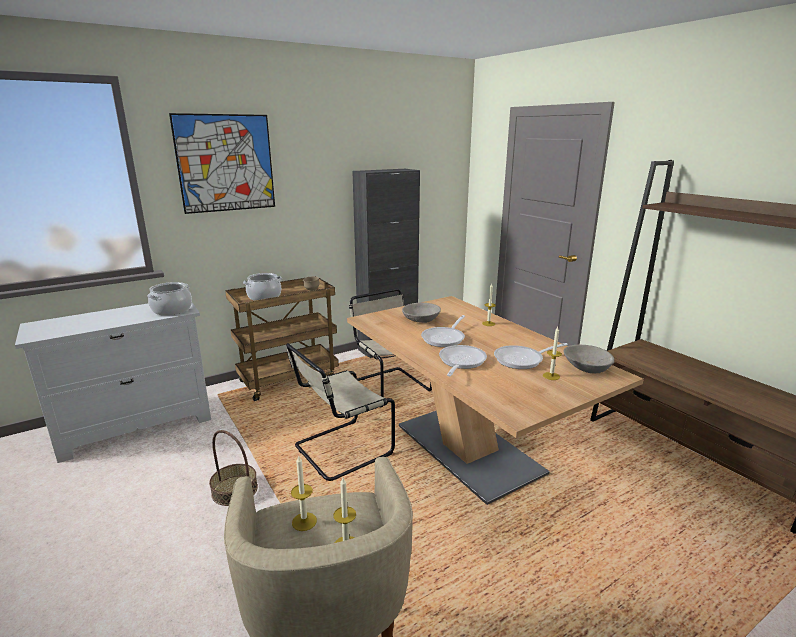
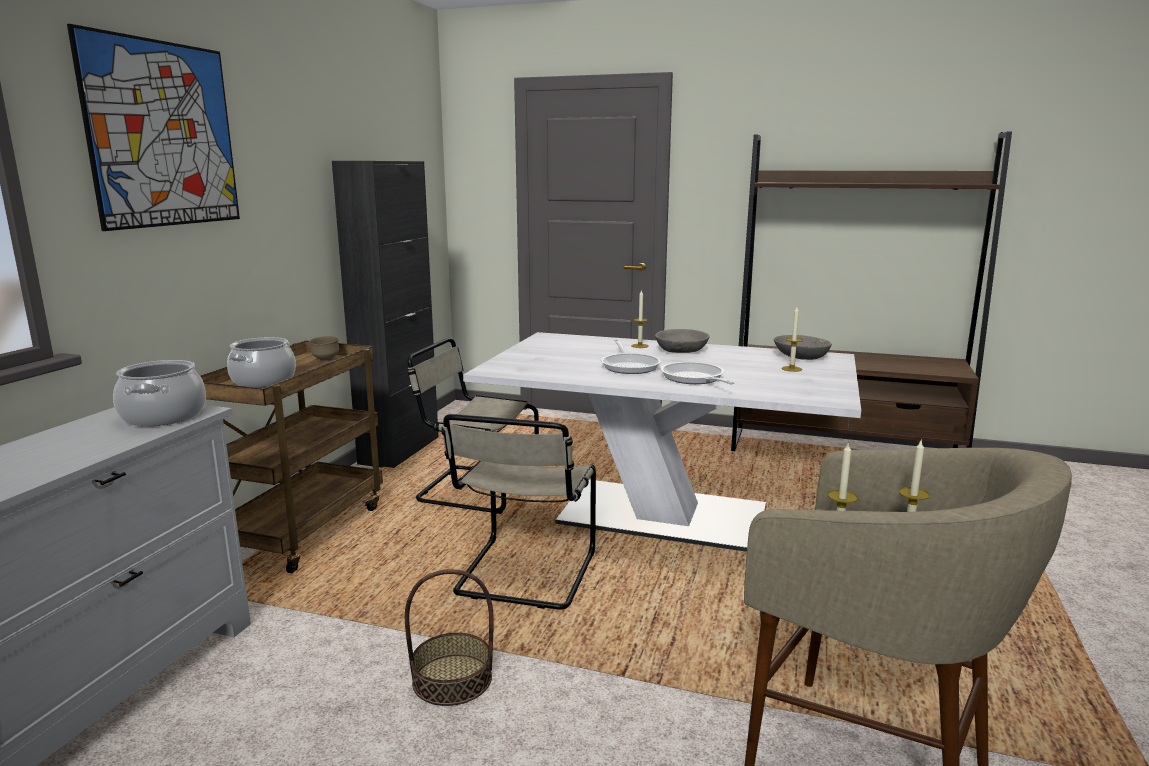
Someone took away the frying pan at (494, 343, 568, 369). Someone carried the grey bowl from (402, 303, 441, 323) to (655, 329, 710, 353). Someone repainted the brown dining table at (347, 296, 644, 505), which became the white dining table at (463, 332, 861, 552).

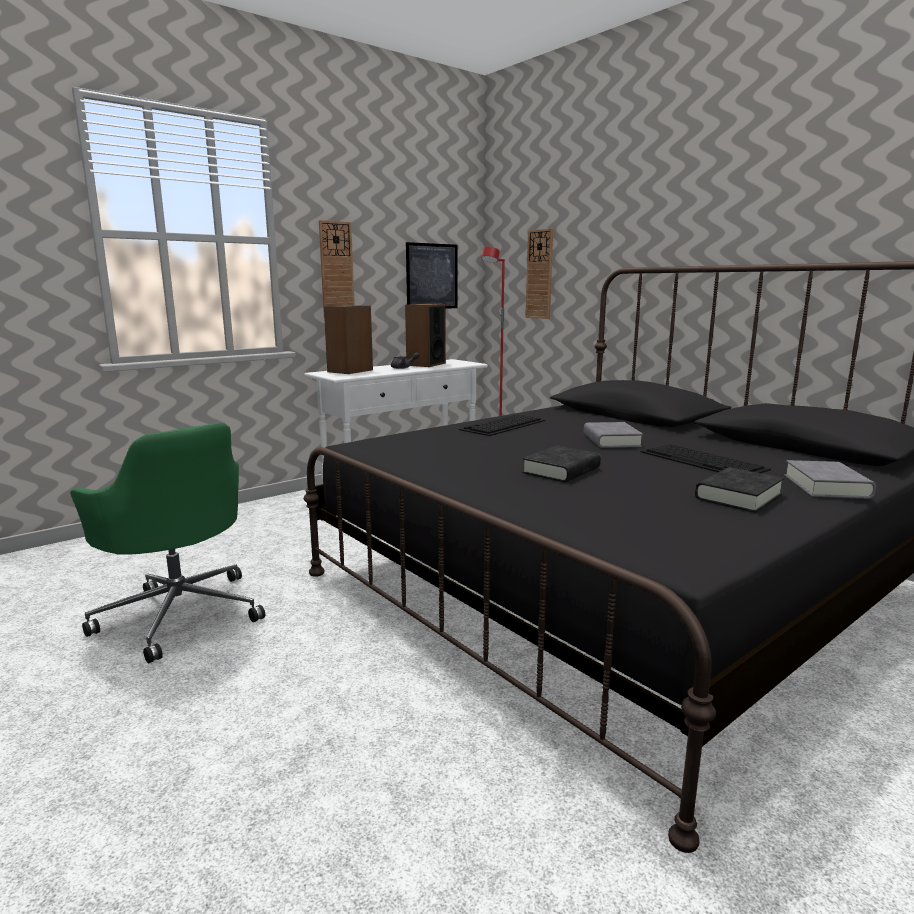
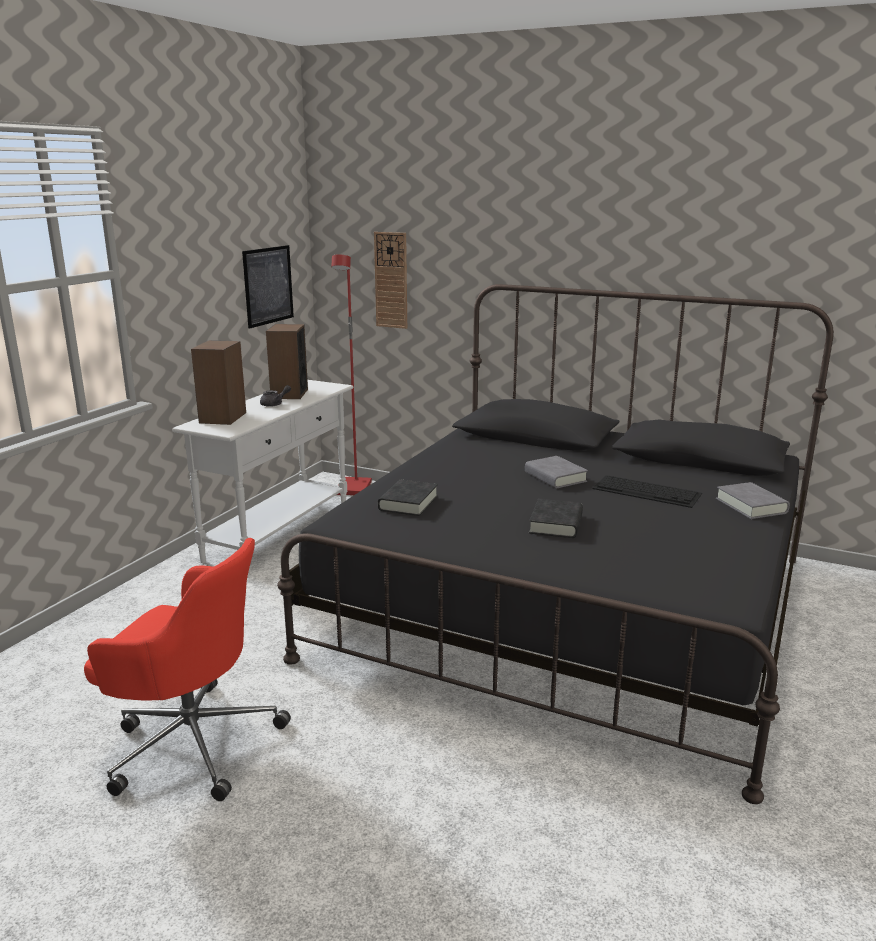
Someone took away the wall clock at (319, 220, 355, 310). Someone took away the keyboard at (459, 414, 546, 436). Someone carried the black book from (695, 467, 784, 513) to (378, 480, 438, 516). Someone repainted the green office chair at (70, 423, 265, 663), which became the red office chair at (84, 538, 291, 801).

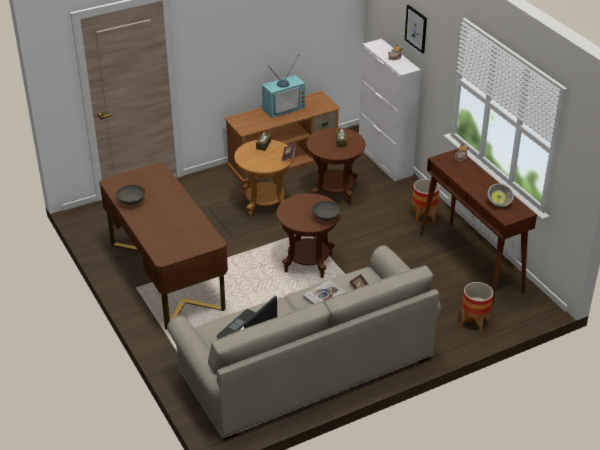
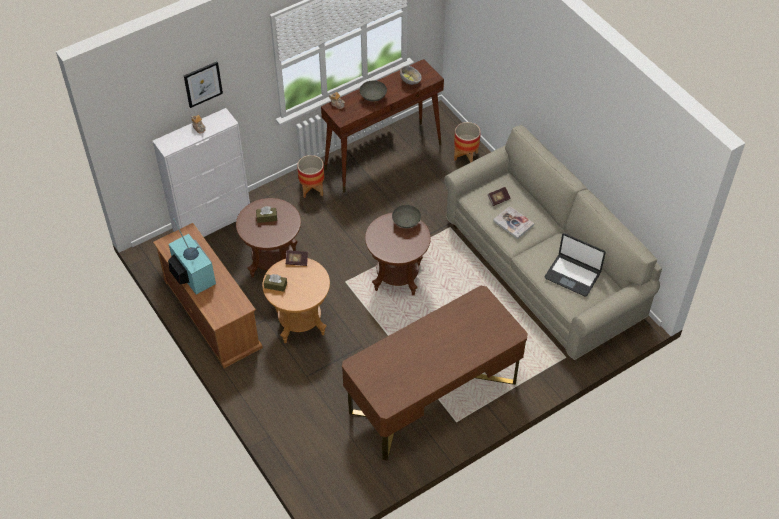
Someone carried the grey bowl from (116, 185, 145, 205) to (360, 81, 387, 102).

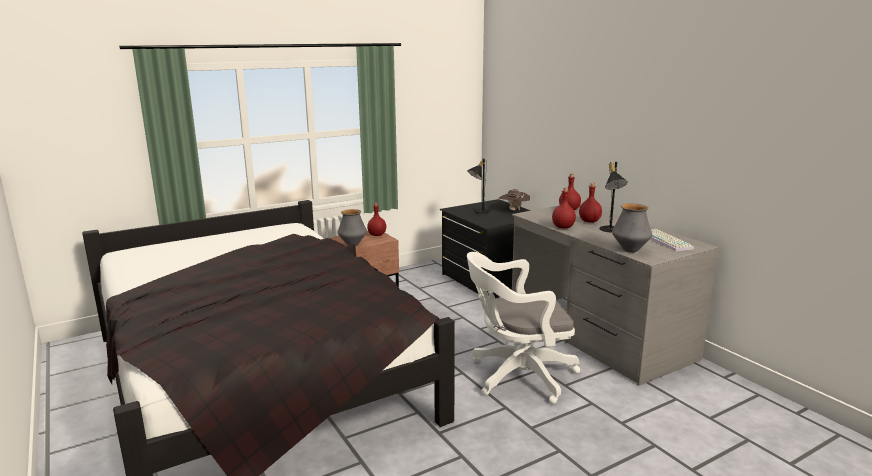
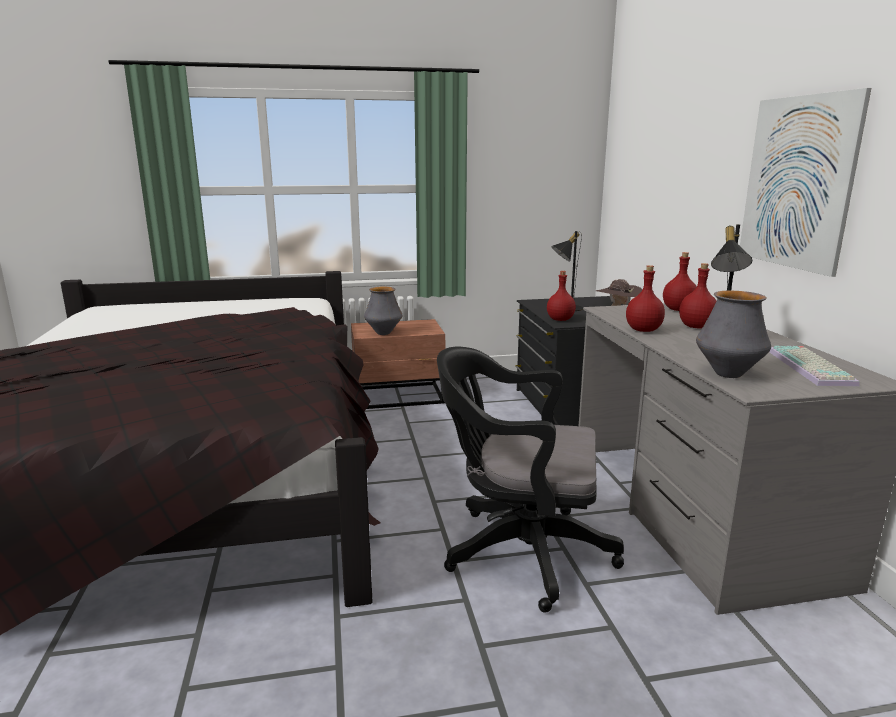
Someone put up the picture at (740, 88, 871, 277). Someone carried the red bottle from (367, 203, 386, 236) to (547, 271, 576, 321). Someone repainted the white office chair at (467, 252, 580, 404), which became the black office chair at (437, 347, 624, 613).

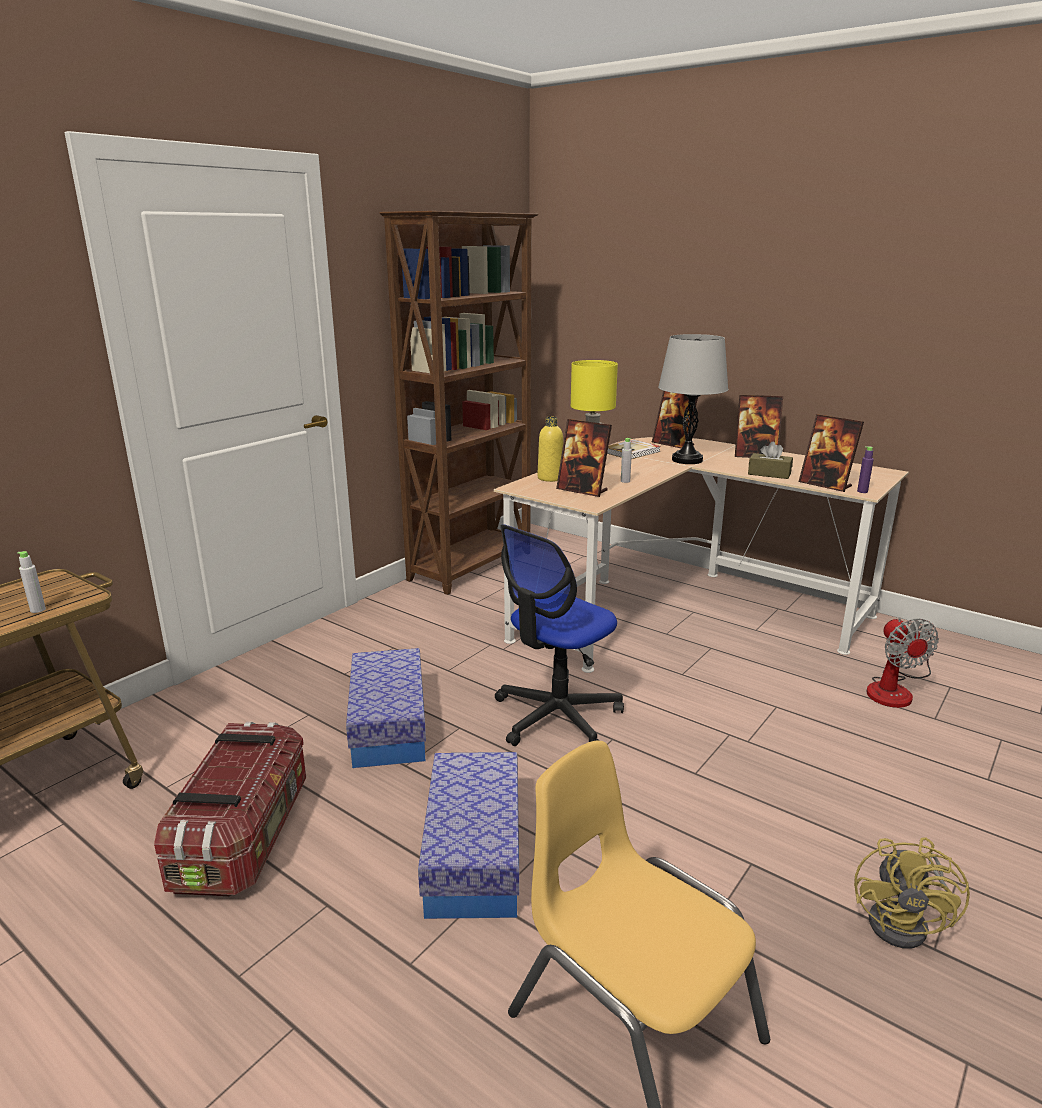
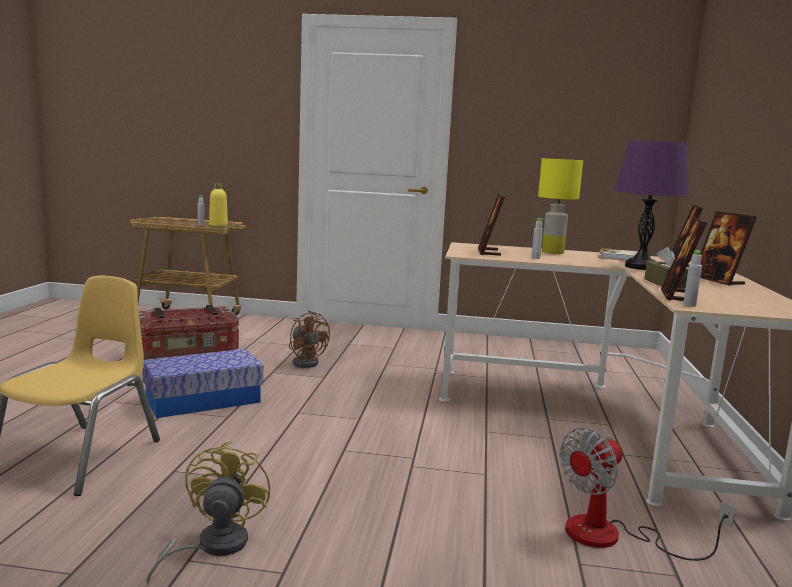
Someone took away the brown bookcase at (380, 211, 538, 595). Someone took away the office chair at (495, 524, 624, 746). Someone carried the yellow bottle from (538, 417, 563, 482) to (209, 183, 228, 227). Someone swapped the storage box at (346, 648, 426, 768) for the brown fan at (289, 310, 330, 368). Someone repainted the grey table lamp at (658, 334, 728, 464), which became the purple table lamp at (615, 141, 689, 270). Someone repainted the purple bottle at (857, 446, 874, 493), which became the grey bottle at (683, 250, 702, 307). Someone rotated the yellow fan at (854, 837, 970, 949) by 105 degrees clockwise.

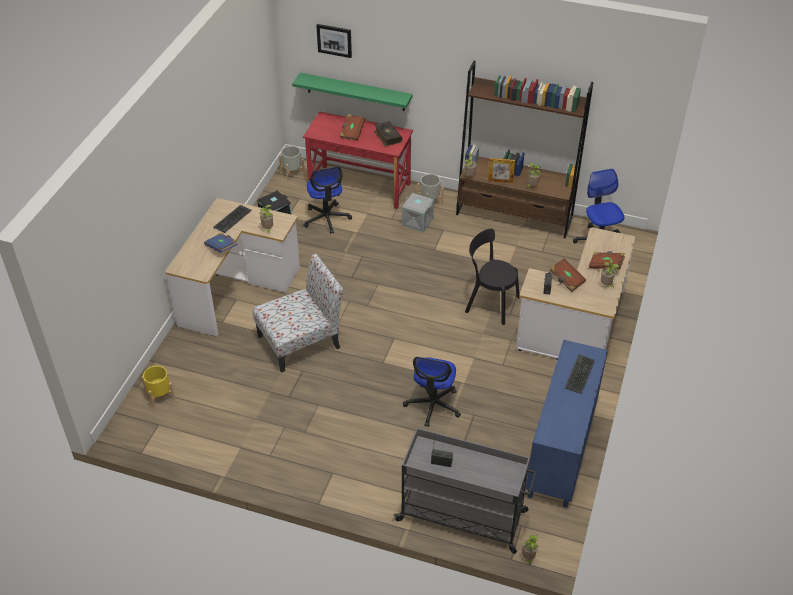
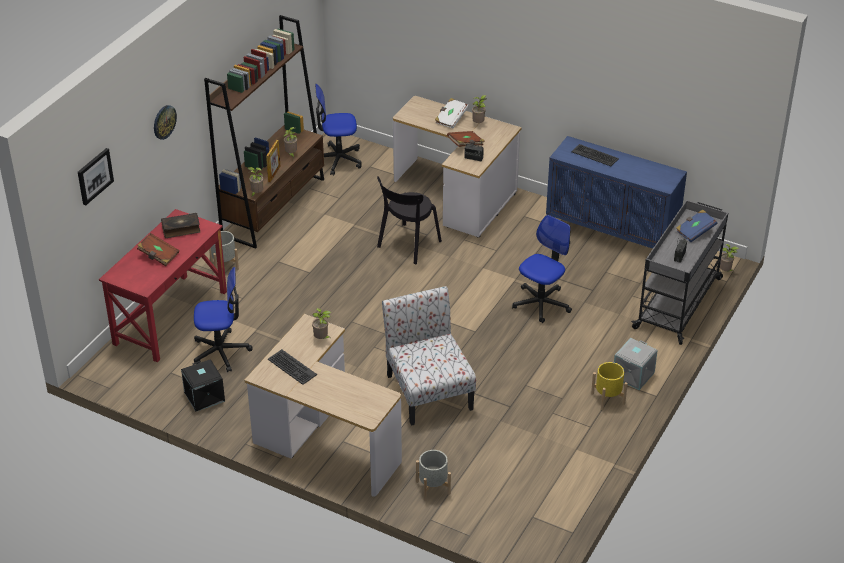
Someone took away the green shelf at (292, 73, 413, 111). Someone put up the wall clock at (154, 105, 177, 140). Someone carried the yellow planter from (141, 366, 175, 409) to (591, 362, 628, 410). Someone carried the blue book from (204, 233, 238, 253) to (676, 209, 718, 242). Someone carried the grey planter from (279, 146, 305, 181) to (416, 450, 451, 501). Someone carried the grey storage box from (402, 193, 434, 232) to (614, 338, 658, 390). Someone repainted the brown book at (589, 251, 625, 269), which became the white book at (435, 98, 469, 129). Someone rotated the office chair at (403, 357, 461, 427) by 75 degrees counterclockwise.

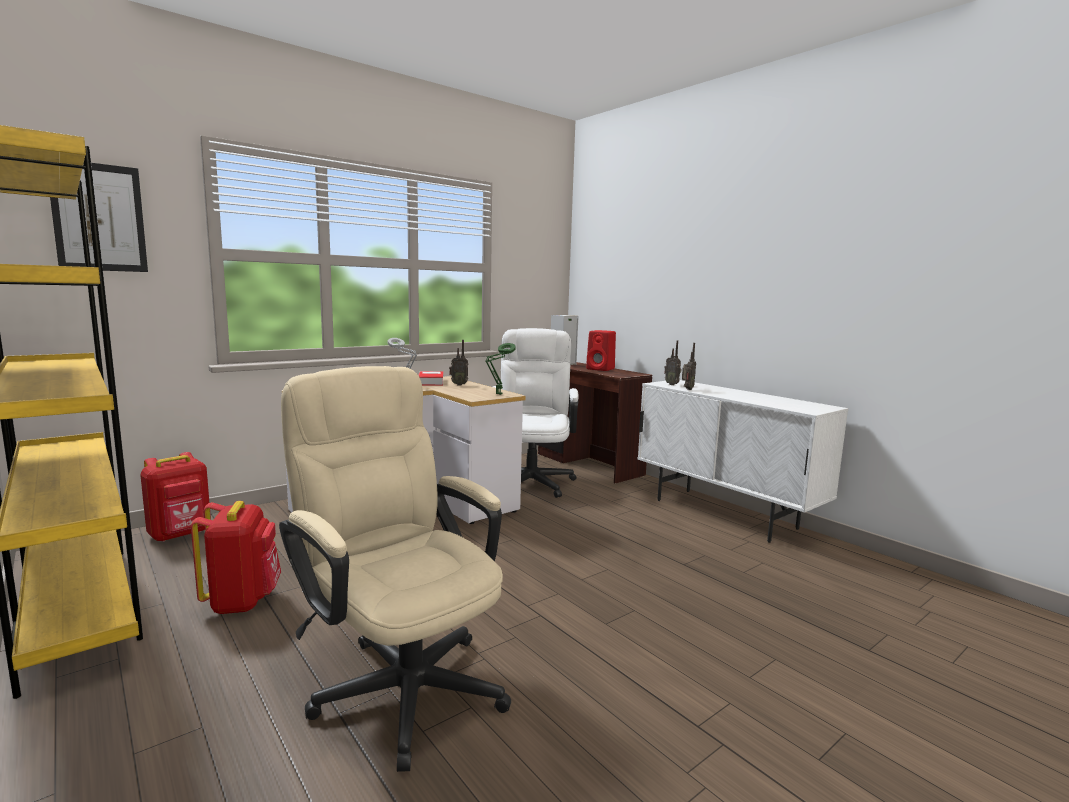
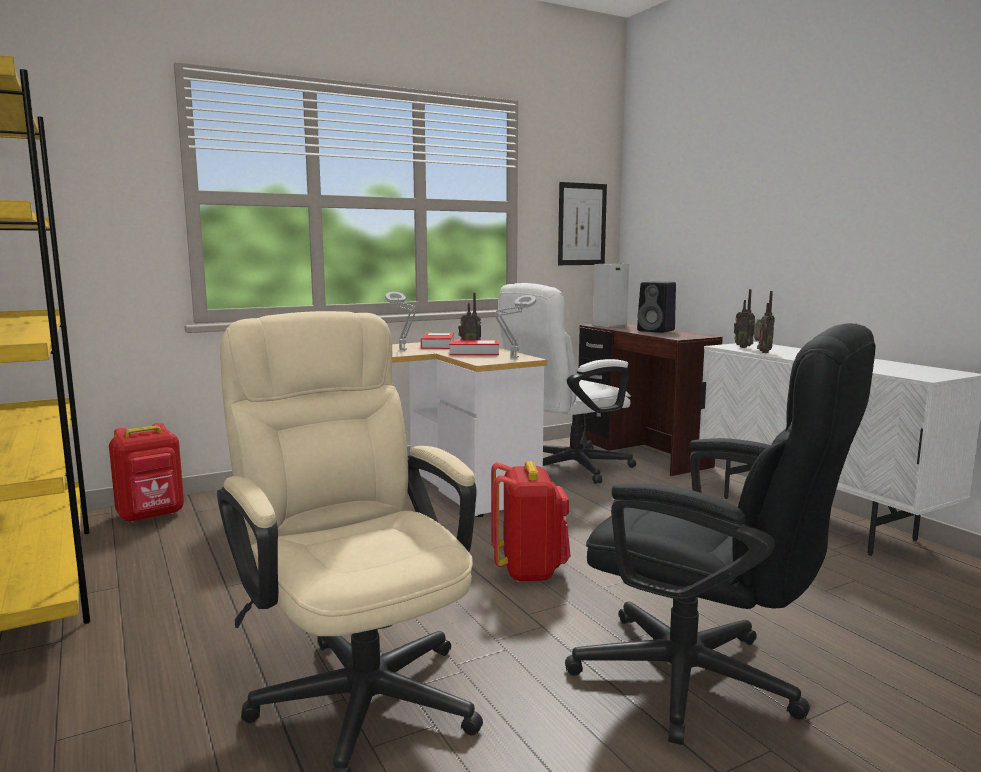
Someone put down the book at (449, 340, 499, 355). Someone put down the black office chair at (565, 323, 875, 745). Someone carried the picture from (50, 163, 148, 272) to (558, 182, 607, 265). Someone carried the red backpack from (191, 501, 281, 614) to (491, 461, 571, 582). Someone repainted the green table lamp at (485, 343, 516, 395), which became the grey table lamp at (494, 295, 536, 359). Someone repainted the red speaker at (586, 330, 616, 371), which became the black speaker at (637, 281, 676, 333). Someone rotated the white office chair at (493, 328, 579, 498) by 135 degrees counterclockwise.

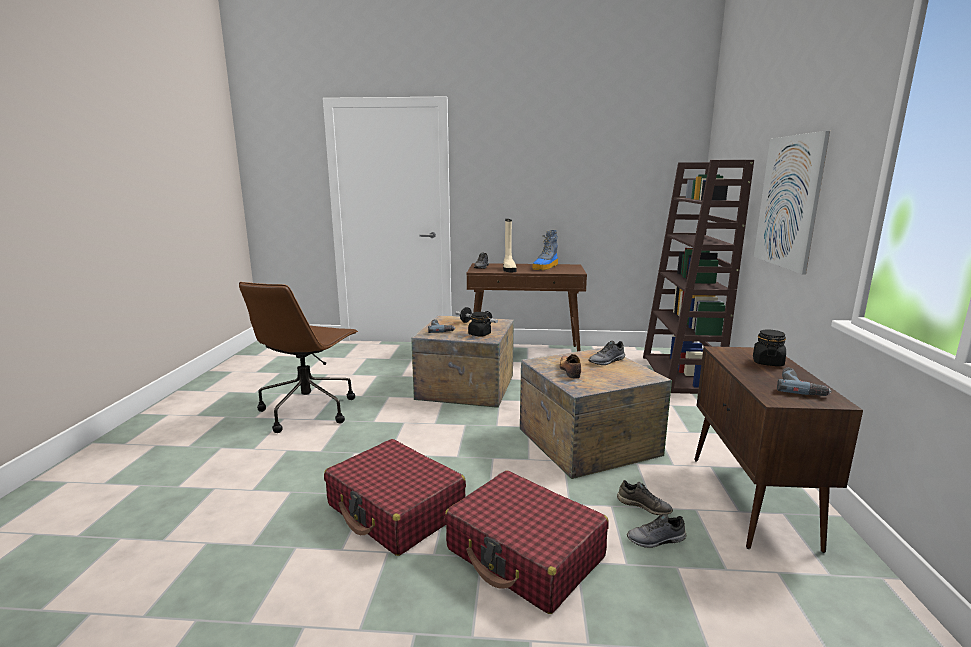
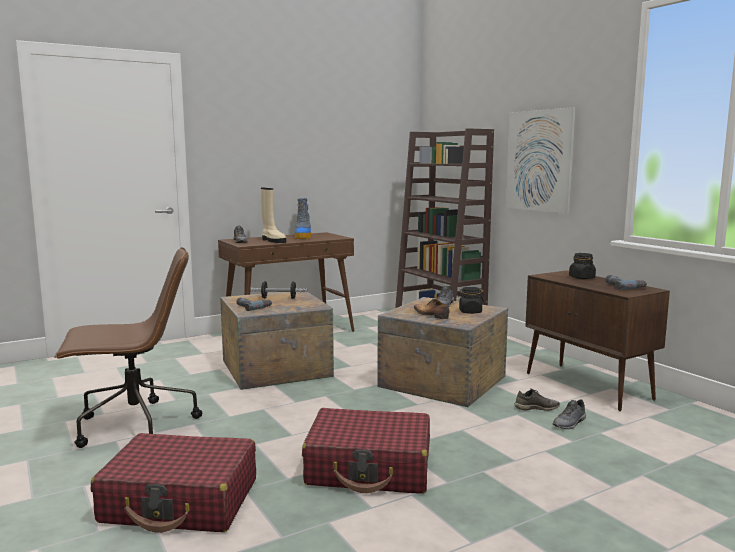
Someone carried the red suitcase from (445, 471, 609, 614) to (91, 433, 256, 533). Someone carried the black jar from (468, 312, 491, 337) to (457, 287, 484, 314). Someone rotated the brown office chair at (239, 282, 358, 433) by 90 degrees counterclockwise.

